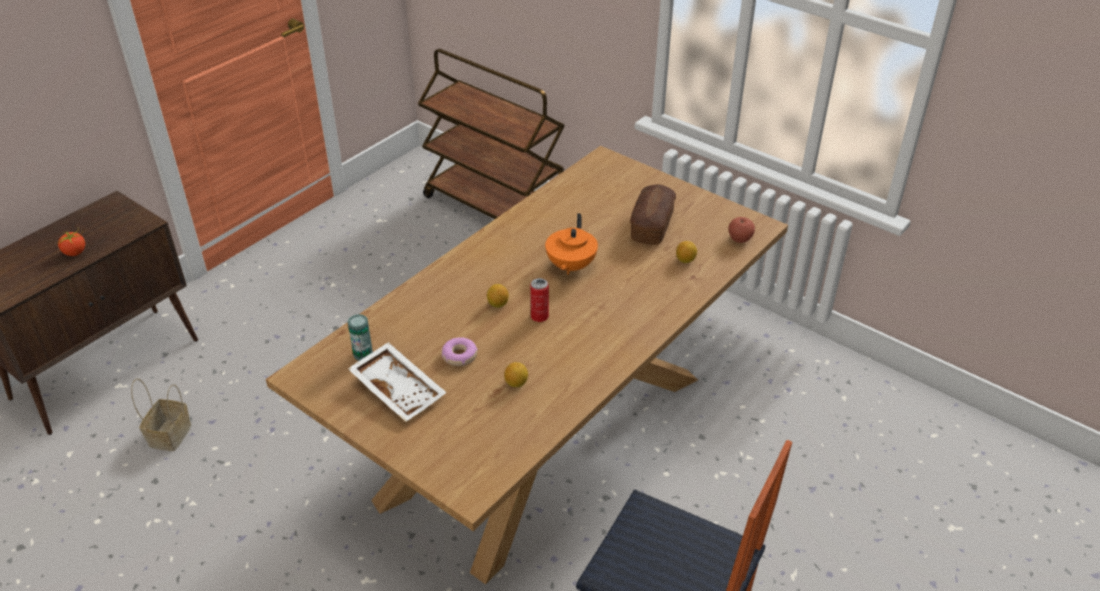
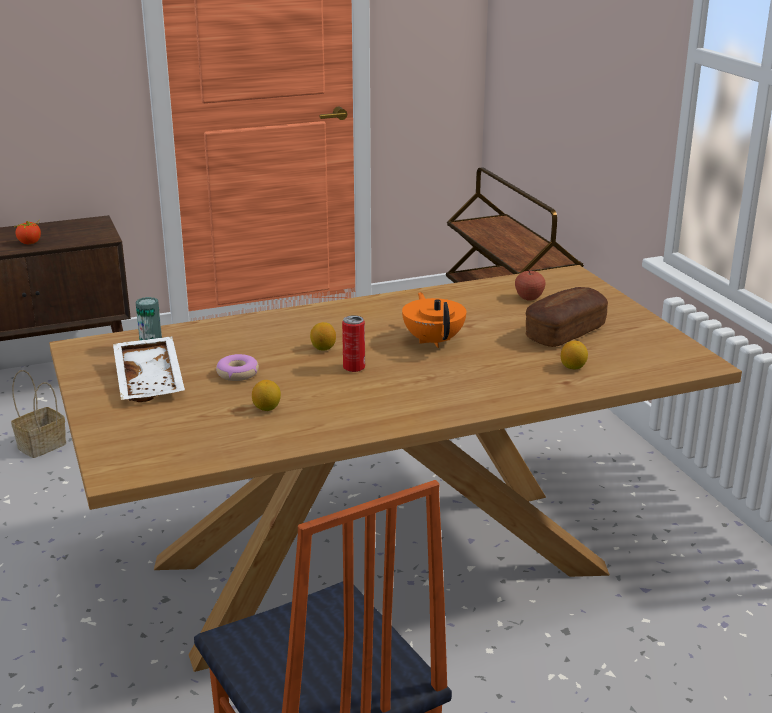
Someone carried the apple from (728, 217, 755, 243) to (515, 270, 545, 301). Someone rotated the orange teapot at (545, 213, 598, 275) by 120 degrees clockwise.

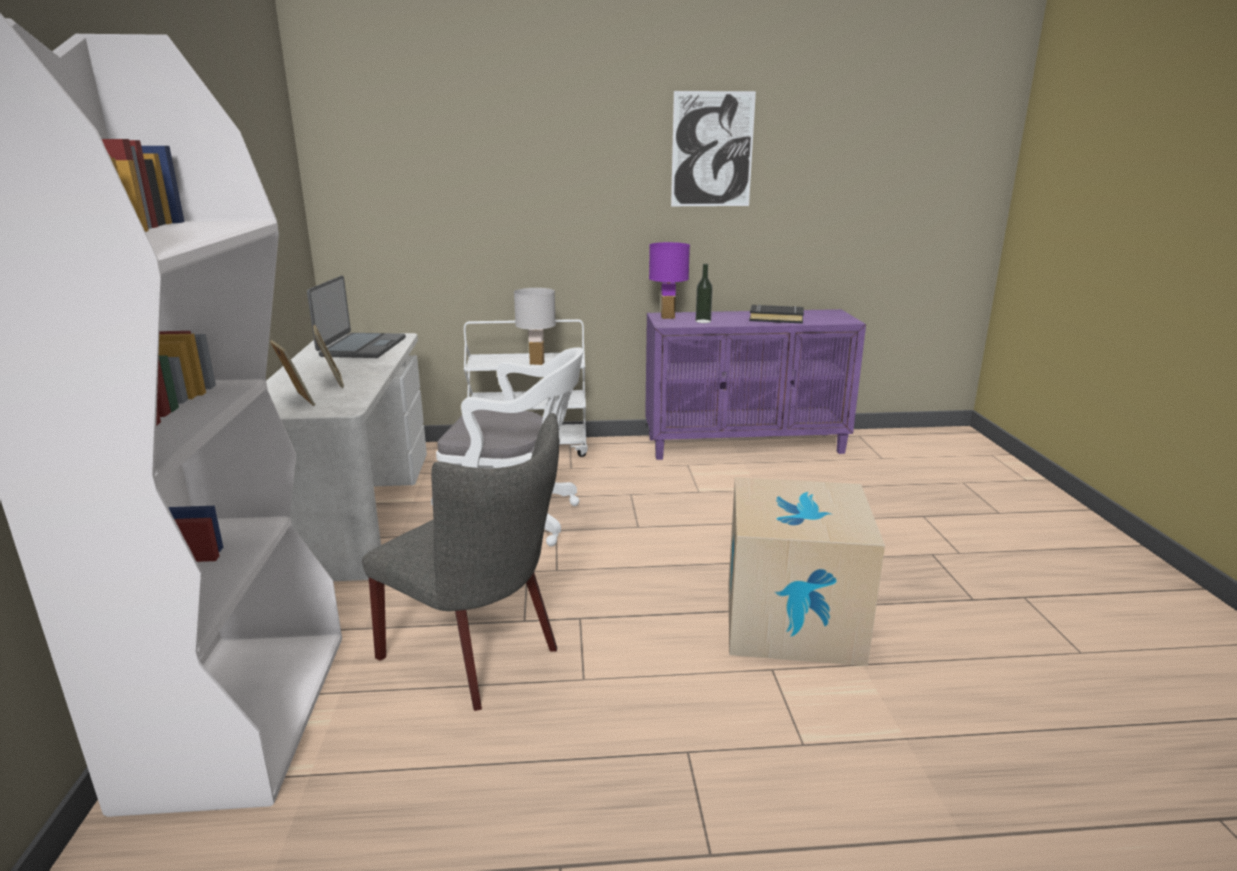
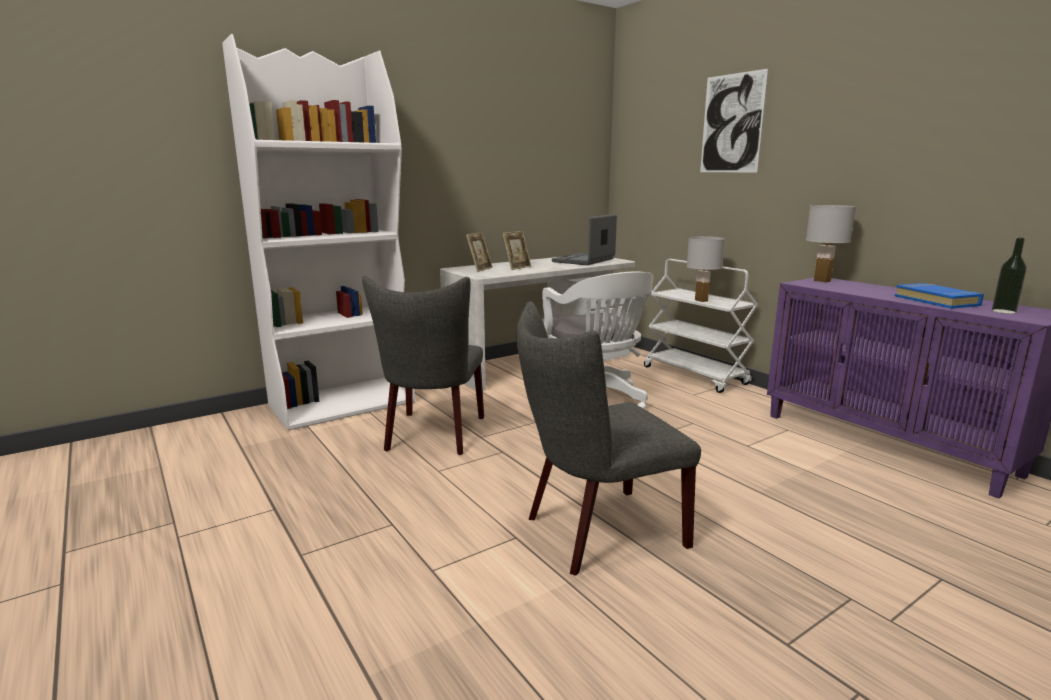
Someone carried the picture from (671, 91, 756, 206) to (700, 69, 768, 172). Someone carried the bottle from (696, 264, 713, 323) to (992, 238, 1027, 314). Someone swapped the cardboard box at (729, 477, 885, 666) for the grey chair at (517, 301, 701, 576). Someone repainted the purple table lamp at (649, 242, 690, 319), which became the white table lamp at (806, 205, 856, 282). Someone repainted the black book at (749, 304, 804, 324), which became the blue book at (895, 283, 984, 309). Someone rotated the laptop at (307, 275, 406, 358) by 150 degrees clockwise.

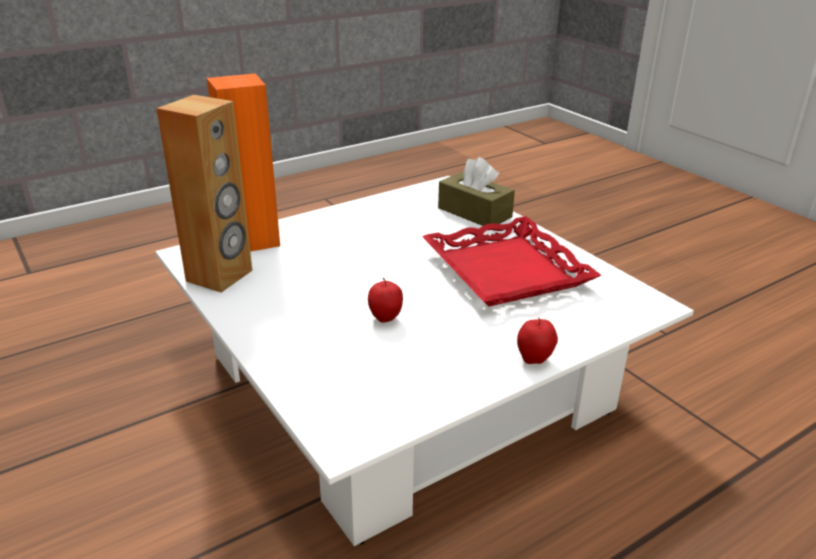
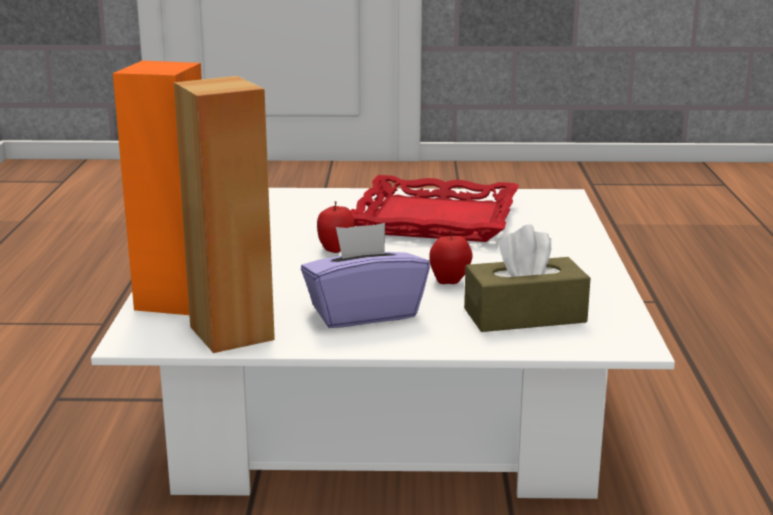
Someone put down the purple tissue box at (301, 223, 430, 328). Someone carried the brown tissue box from (438, 157, 515, 226) to (464, 224, 591, 332). Someone carried the apple from (517, 318, 558, 364) to (317, 201, 355, 253).

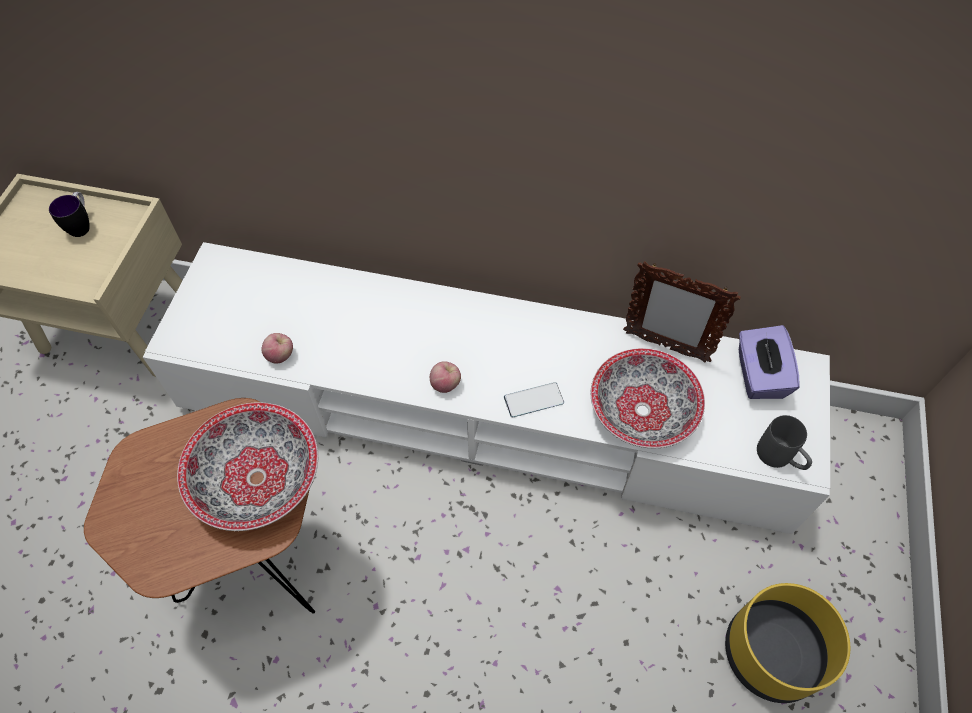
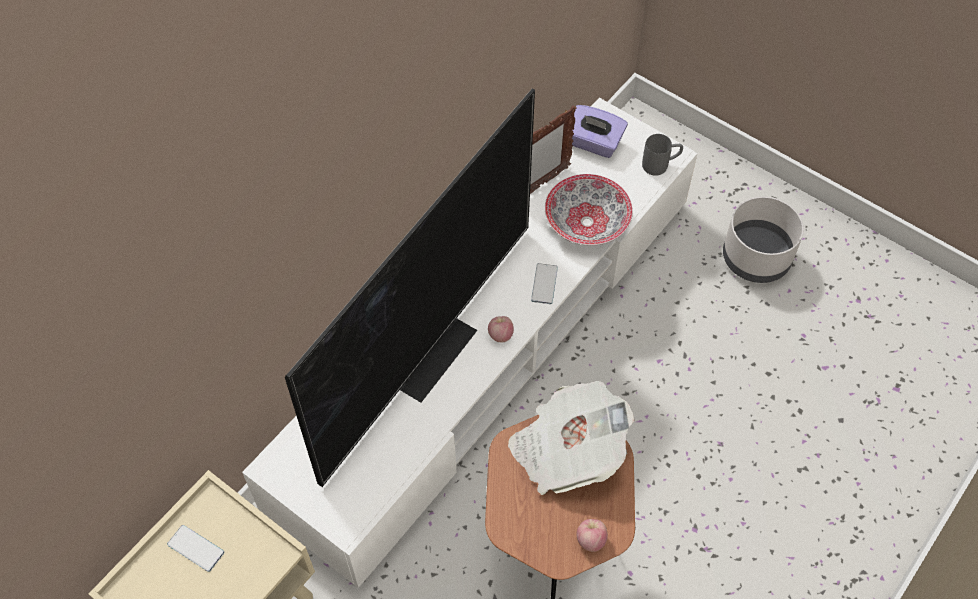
Someone put down the television at (285, 88, 535, 487). Someone carried the apple from (261, 333, 293, 363) to (576, 519, 608, 552). Someone swapped the mug at (49, 192, 90, 237) for the phone at (167, 525, 224, 572). Someone swapped the bowl at (177, 403, 318, 531) for the newspaper at (508, 381, 635, 495). Someone repainted the yellow planter at (725, 583, 850, 703), which became the grey planter at (723, 196, 804, 283).

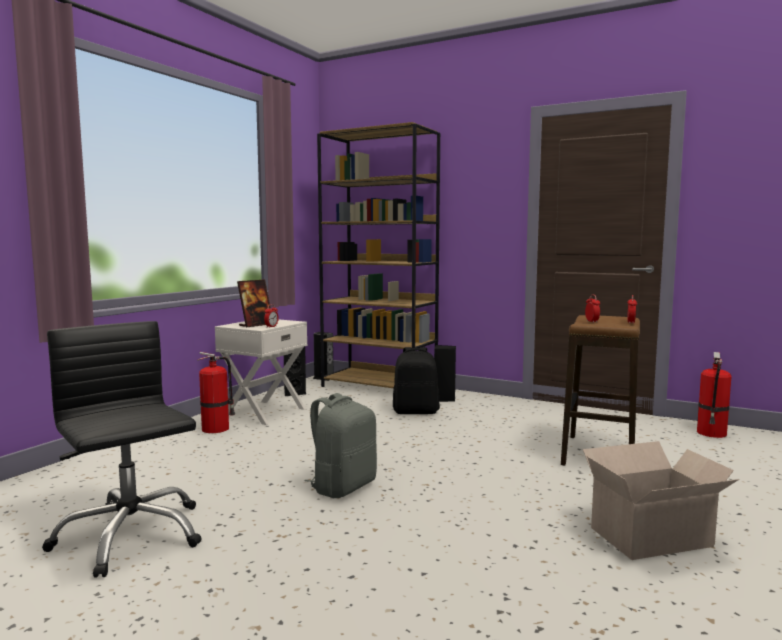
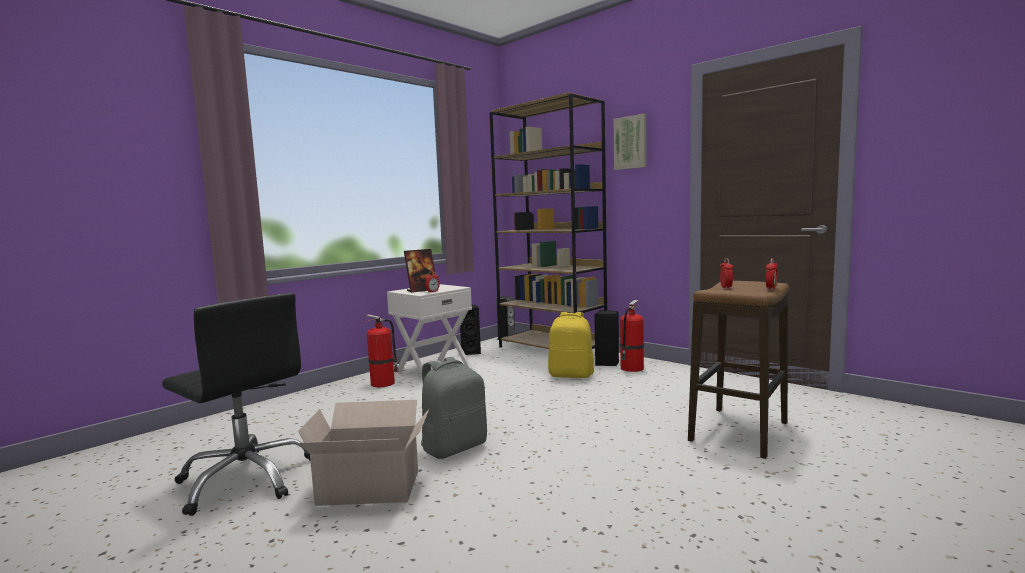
Someone put up the picture at (614, 114, 646, 170). Someone carried the cardboard box from (583, 441, 739, 560) to (298, 400, 429, 506). Someone carried the fire extinguisher from (697, 352, 732, 438) to (620, 300, 644, 372). Someone repainted the black backpack at (393, 347, 440, 414), which became the yellow backpack at (548, 312, 594, 378). Someone rotated the black office chair at (42, 321, 202, 577) by 150 degrees clockwise.

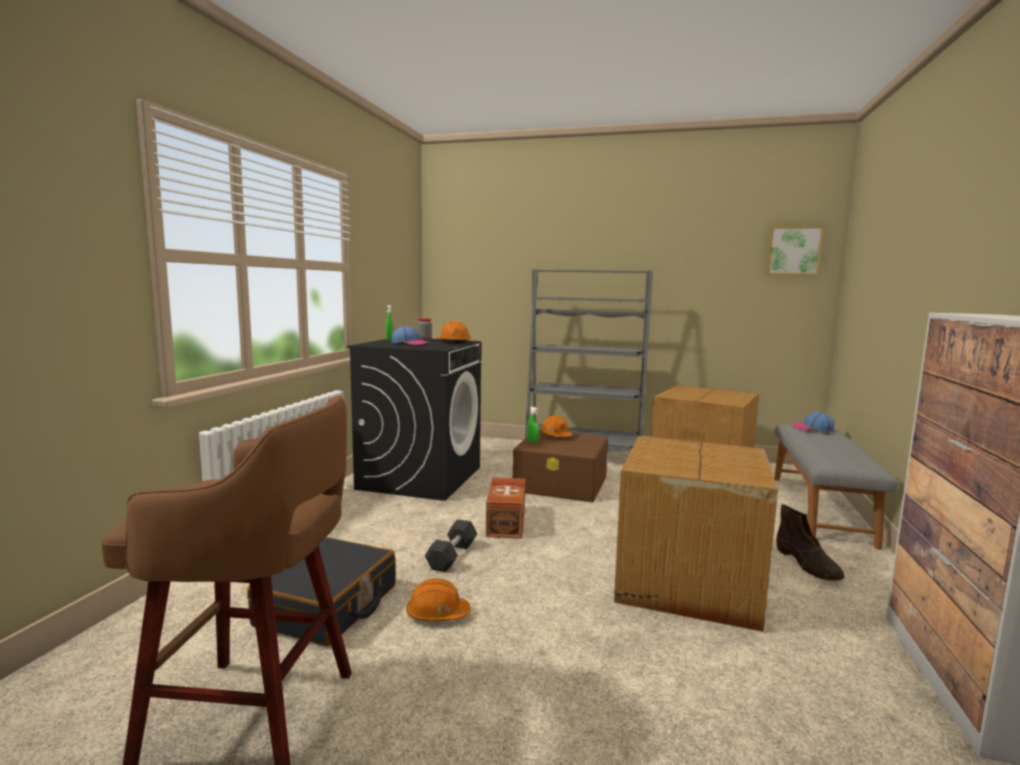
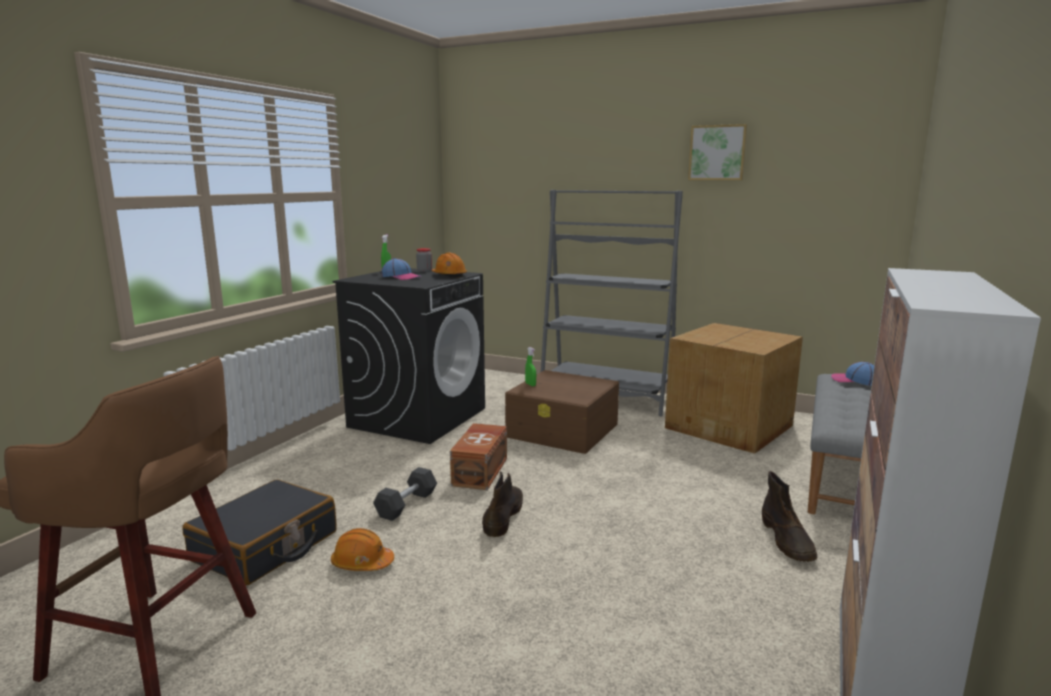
Someone took away the orange hard hat at (541, 415, 572, 437). Someone took away the cardboard box at (614, 436, 778, 632). Someone put down the brown boot at (482, 471, 523, 537). Someone carried the picture from (766, 226, 824, 275) to (688, 124, 747, 180).

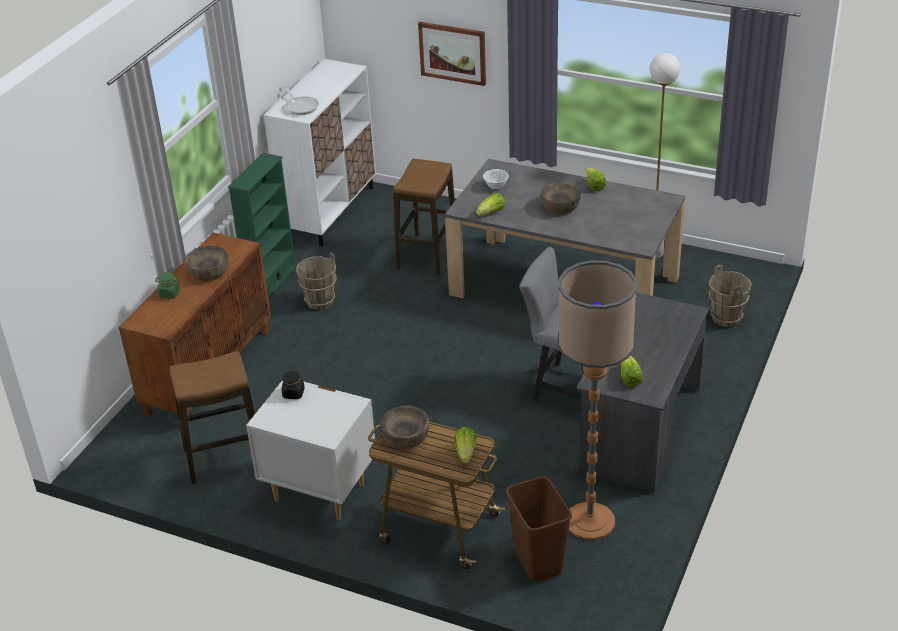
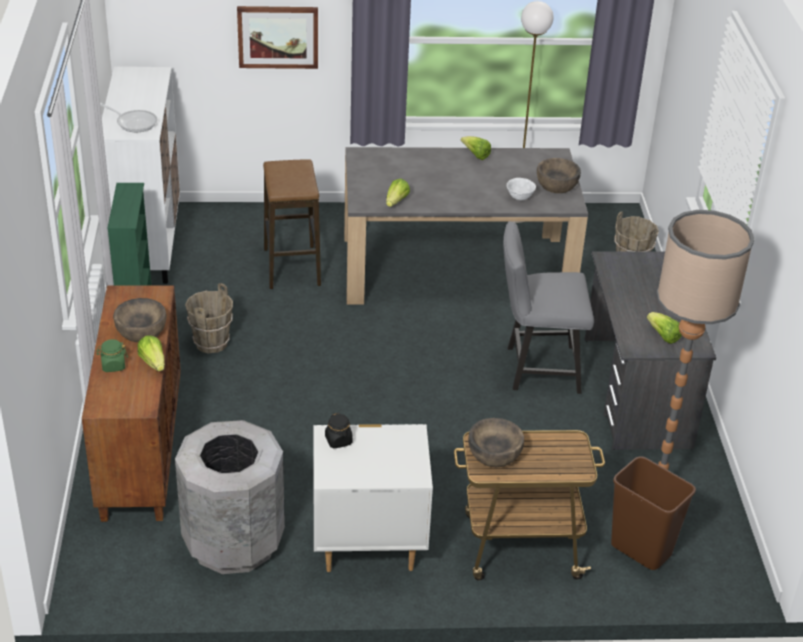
Someone carried the lettuce from (454, 427, 478, 463) to (137, 335, 165, 371). Someone carried the white bowl from (483, 169, 509, 189) to (507, 178, 536, 200). Someone carried the brown bowl from (541, 182, 581, 215) to (537, 158, 581, 193). Someone swapped the stool at (169, 351, 255, 485) for the grey trash can at (175, 420, 285, 574).

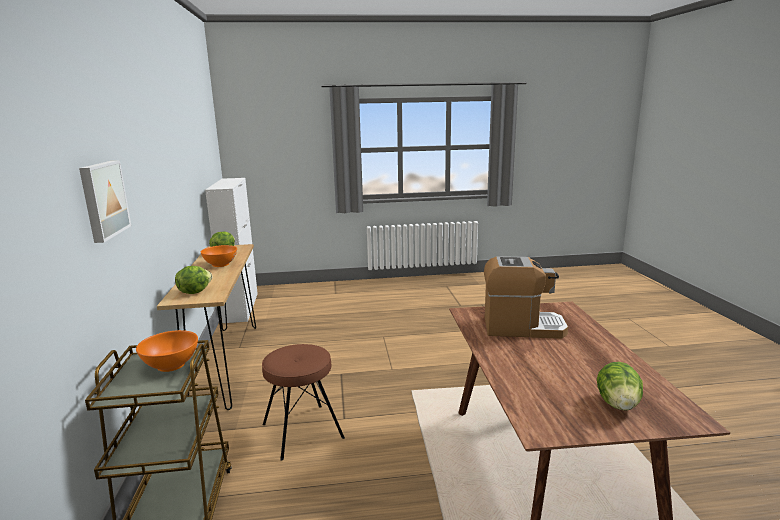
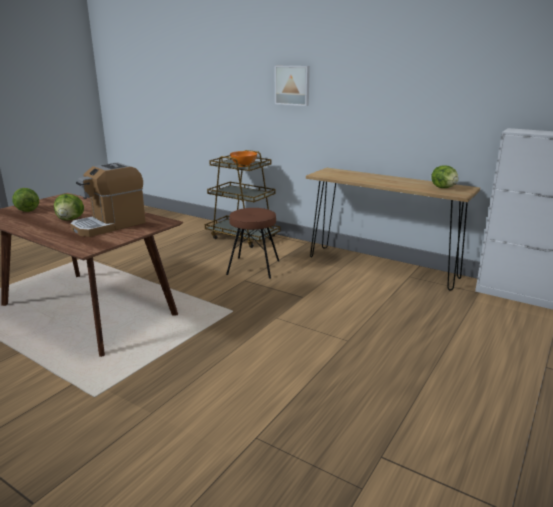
Someone took away the orange bowl at (201, 245, 237, 267). Someone carried the lettuce from (175, 266, 212, 294) to (54, 194, 84, 220).

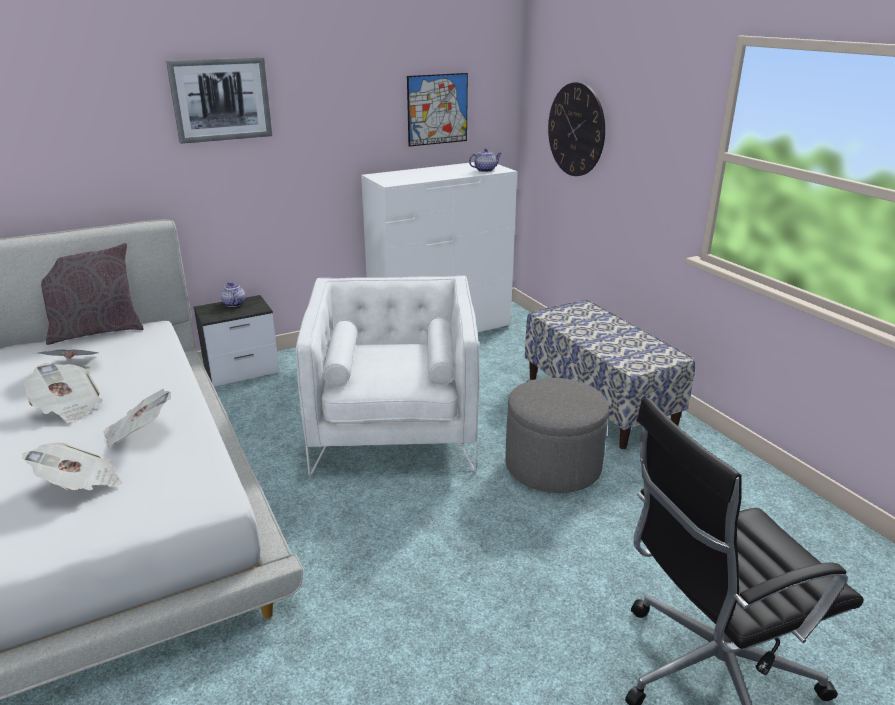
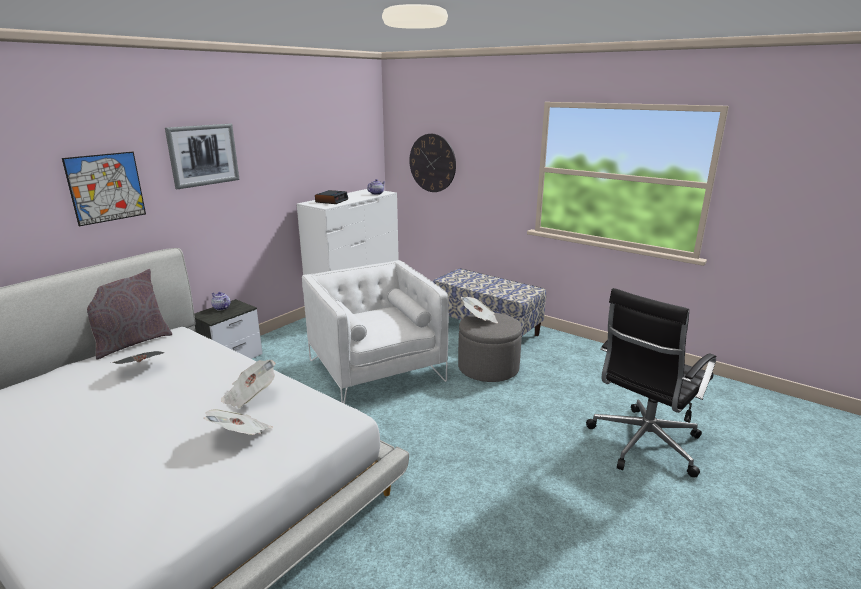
Someone put down the alarm clock at (315, 190, 348, 204). Someone carried the newspaper from (23, 363, 103, 423) to (461, 297, 498, 323). Someone carried the picture from (407, 73, 468, 147) to (62, 152, 146, 226).

